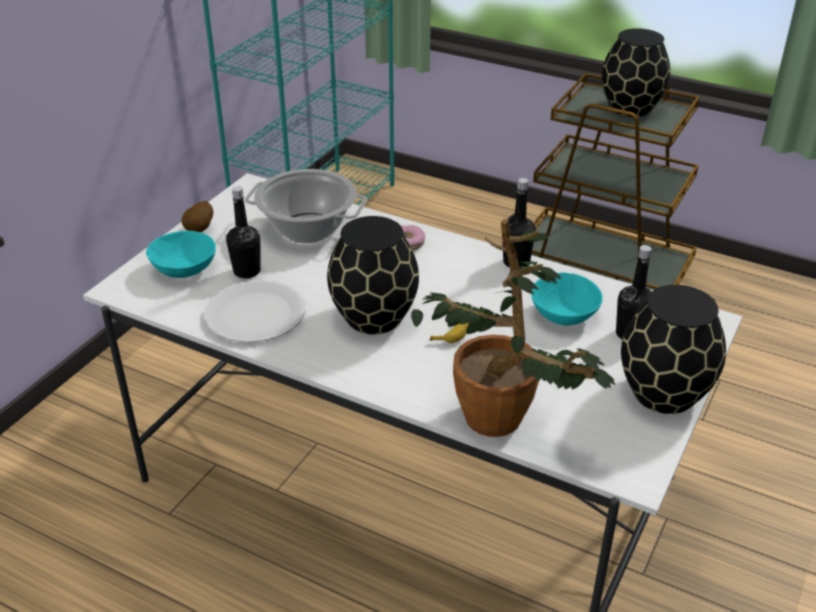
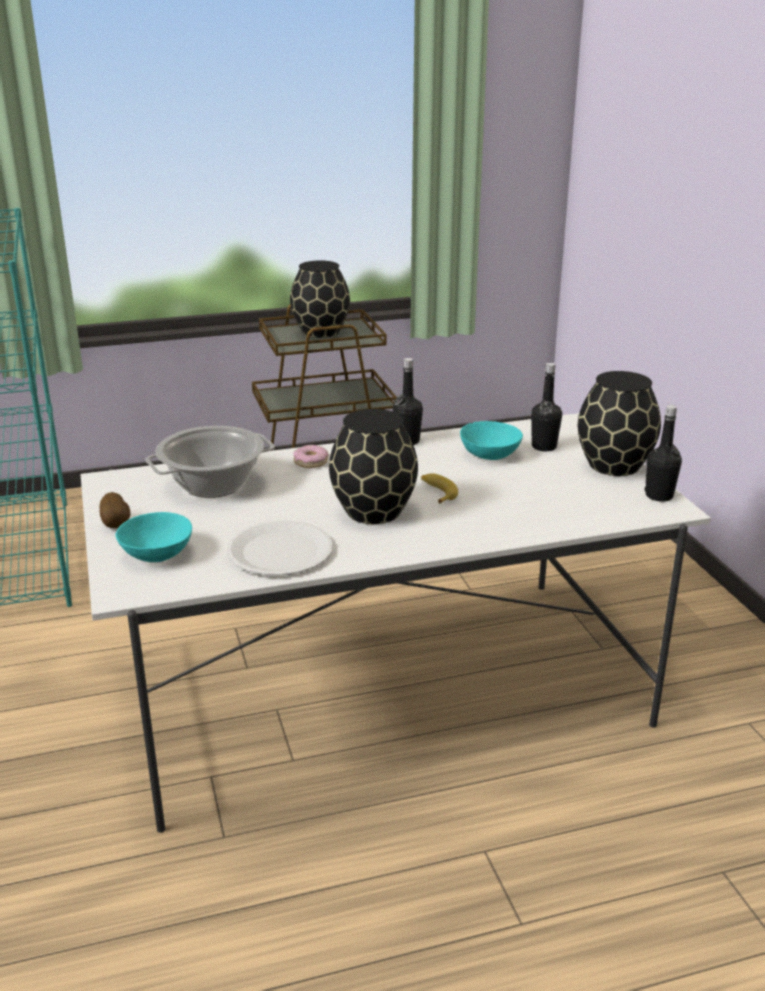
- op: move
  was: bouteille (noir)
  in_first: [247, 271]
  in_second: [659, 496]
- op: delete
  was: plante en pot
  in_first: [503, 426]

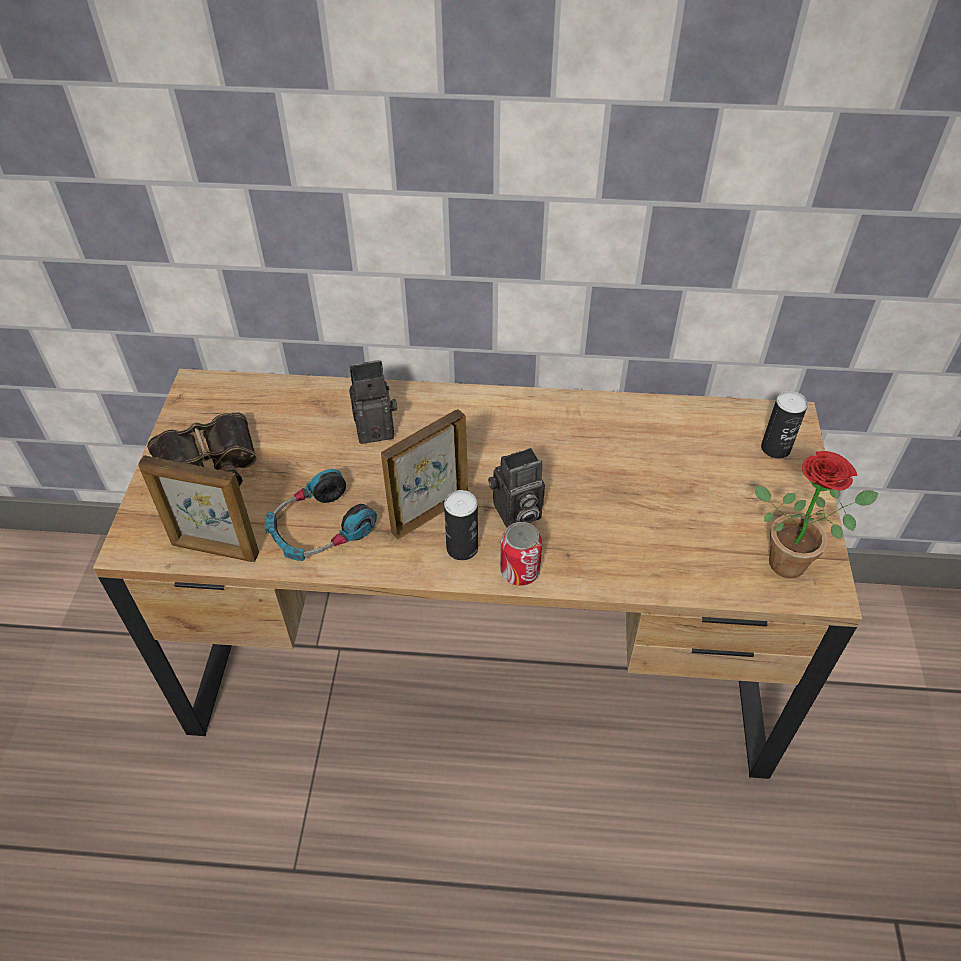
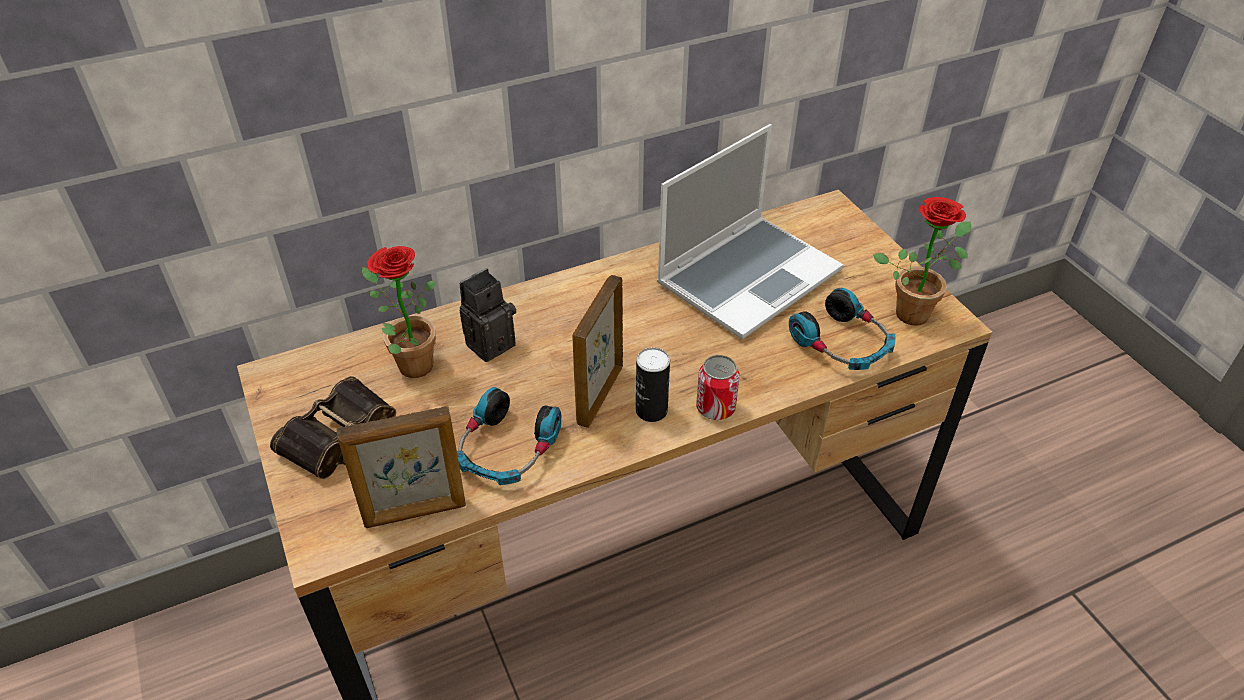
- op: insert
  now: plante en pot
  in_second: [409, 363]
- op: insert
  now: ordinateur portable
  in_second: [748, 276]
- op: insert
  now: casque audio
  in_second: [842, 344]
- op: delete
  was: appareil photo
  in_first: [516, 514]
- op: delete
  was: boîte métallique
  in_first: [775, 448]

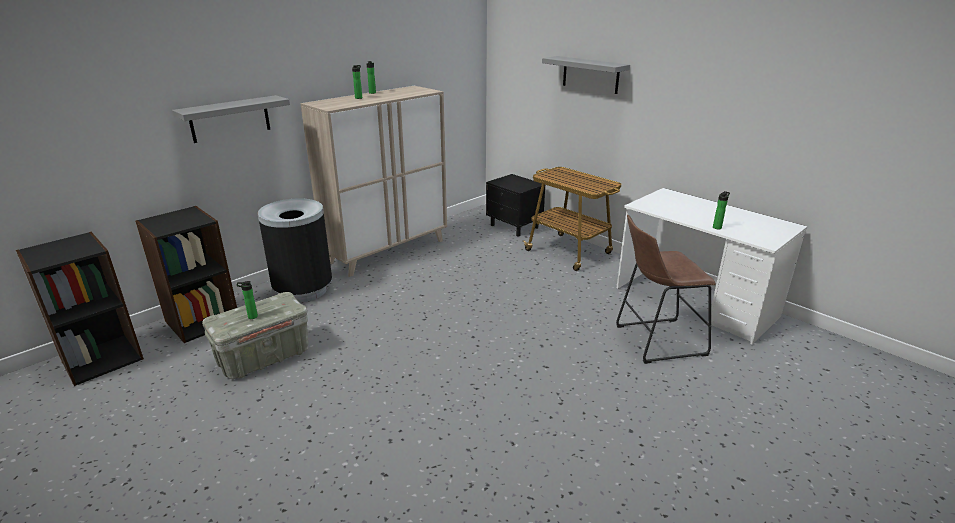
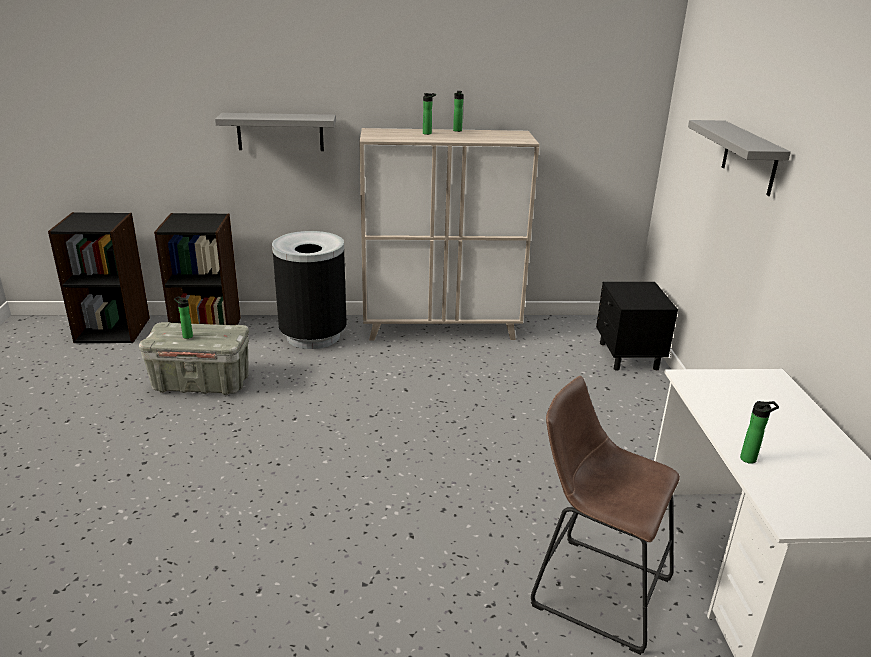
- op: delete
  was: chariot
  in_first: [569, 252]

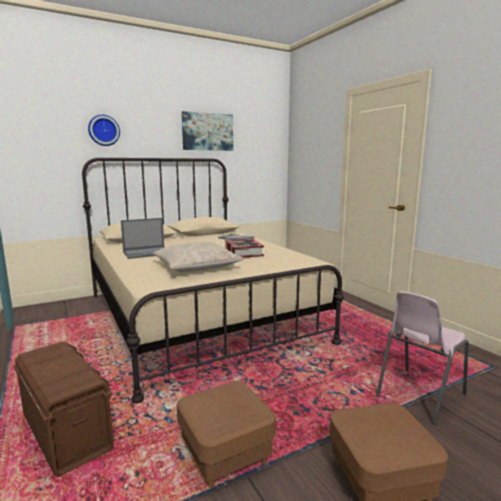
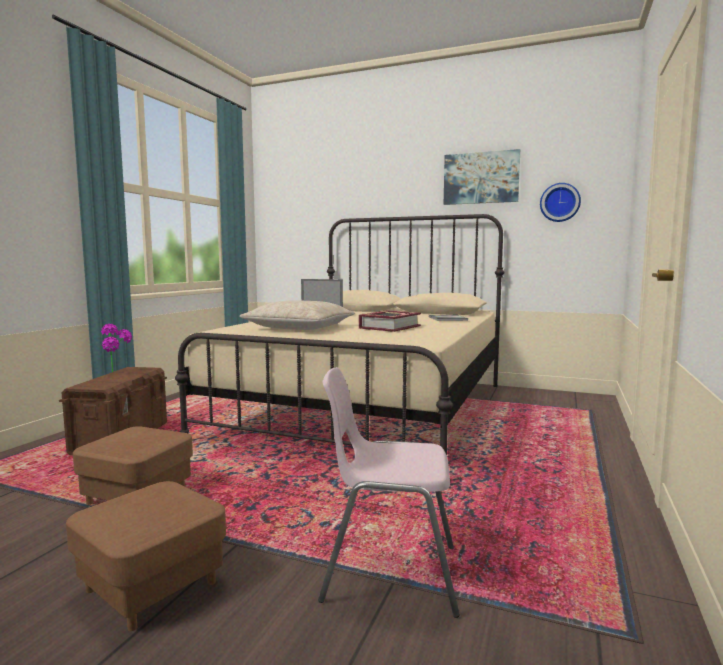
- op: insert
  now: plante en pot
  in_second: [118, 372]
- op: move
  was: horloge murale
  in_first: [104, 130]
  in_second: [560, 202]

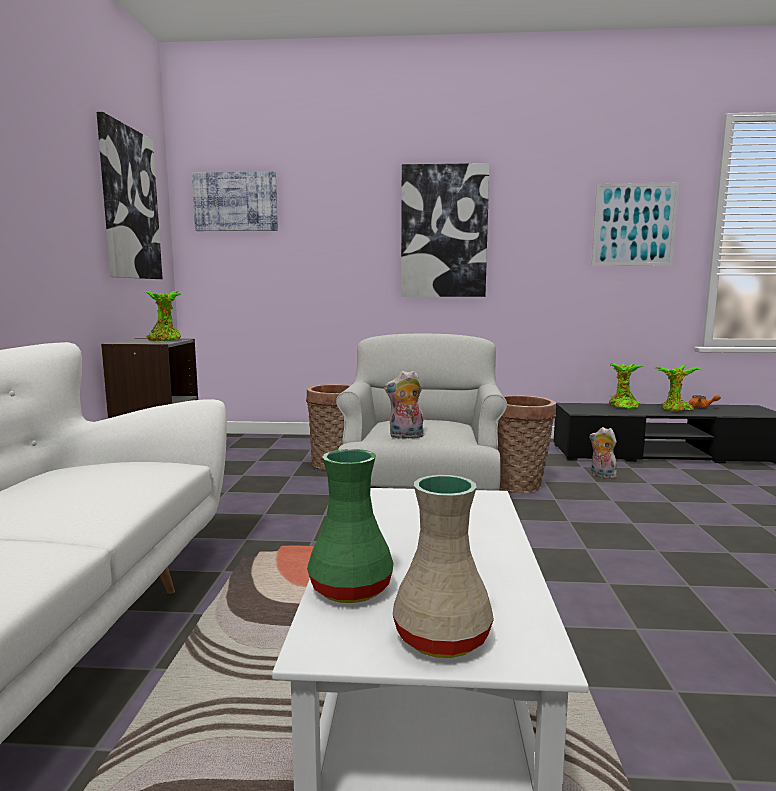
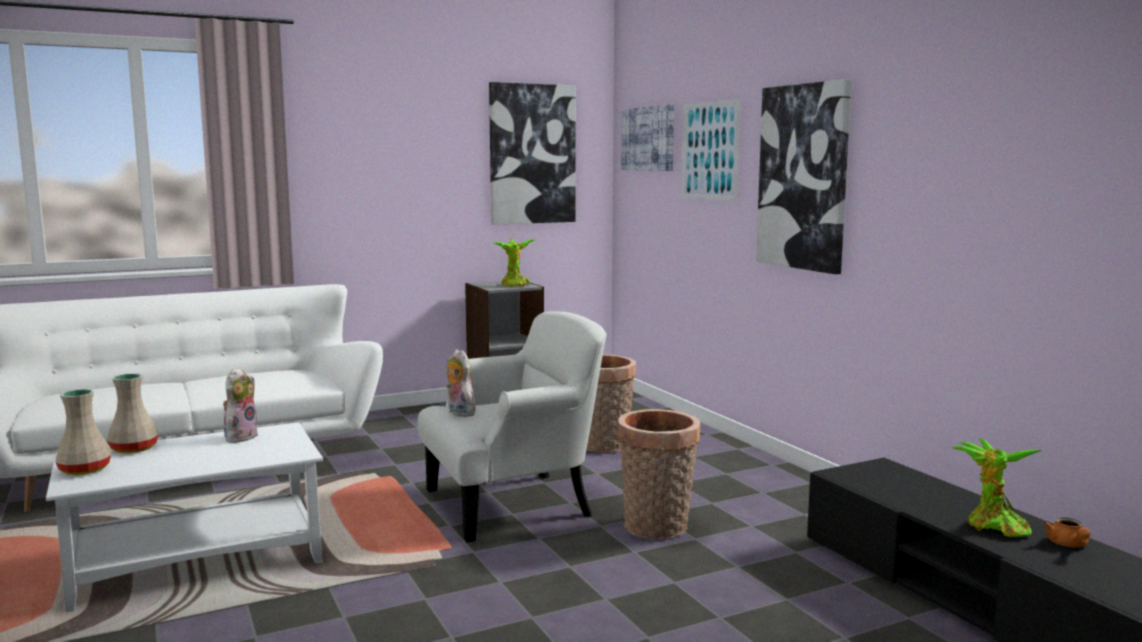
- op: recolor
  was: vase (vert)
  now: vase (beige)
  in_first: [349, 588]
  in_second: [134, 448]
- op: move
  was: peluche
  in_first: [601, 475]
  in_second: [240, 437]
- op: move
  was: tableau
  in_first: [634, 224]
  in_second: [709, 150]
- op: delete
  was: plante en pot
  in_first: [622, 406]

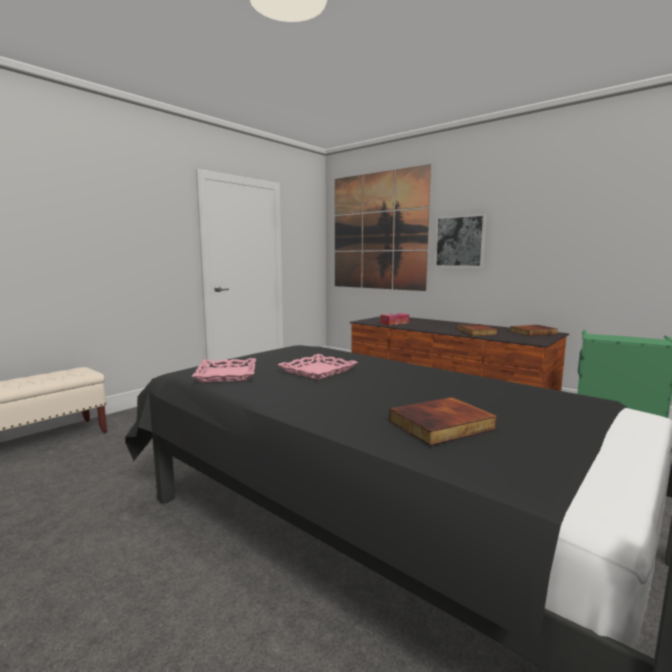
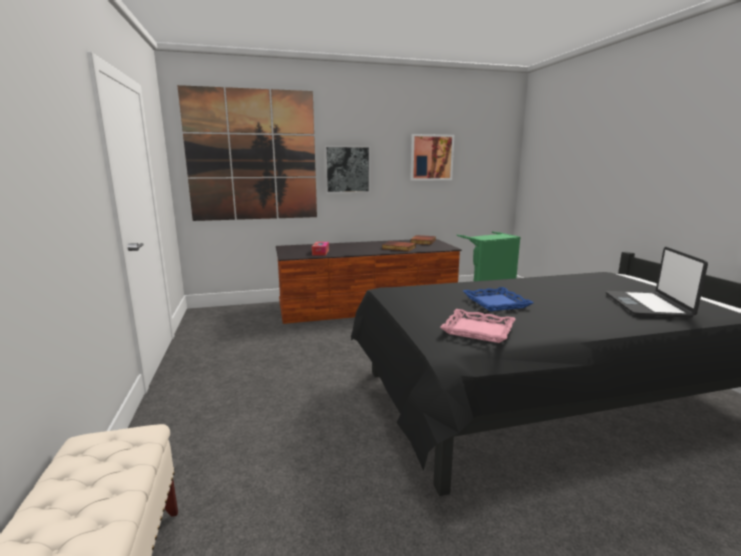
- op: insert
  now: tableau
  in_second: [431, 157]
- op: recolor
  was: plateau (rose)
  now: plateau (bleu)
  in_first: [318, 371]
  in_second: [496, 303]
- op: replace
  was: livre
  now: ordinateur portable
  in_first: [442, 426]
  in_second: [647, 305]

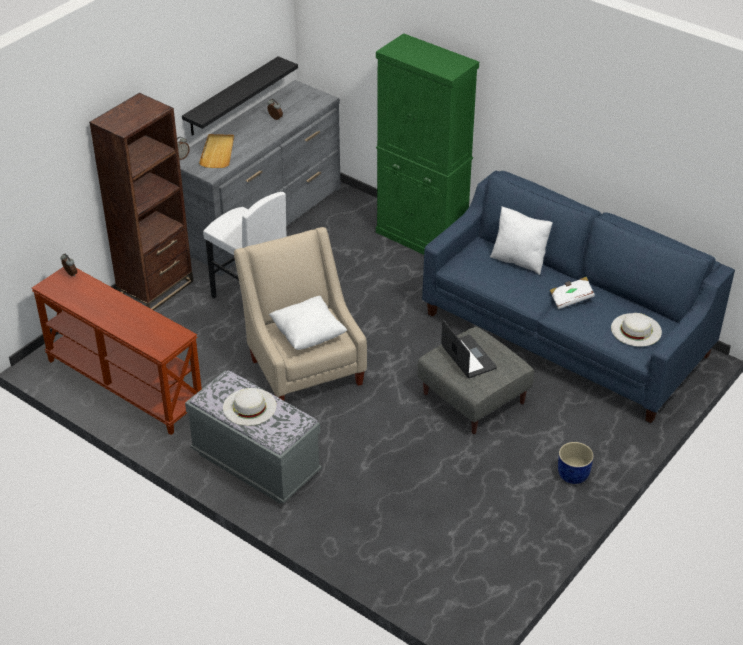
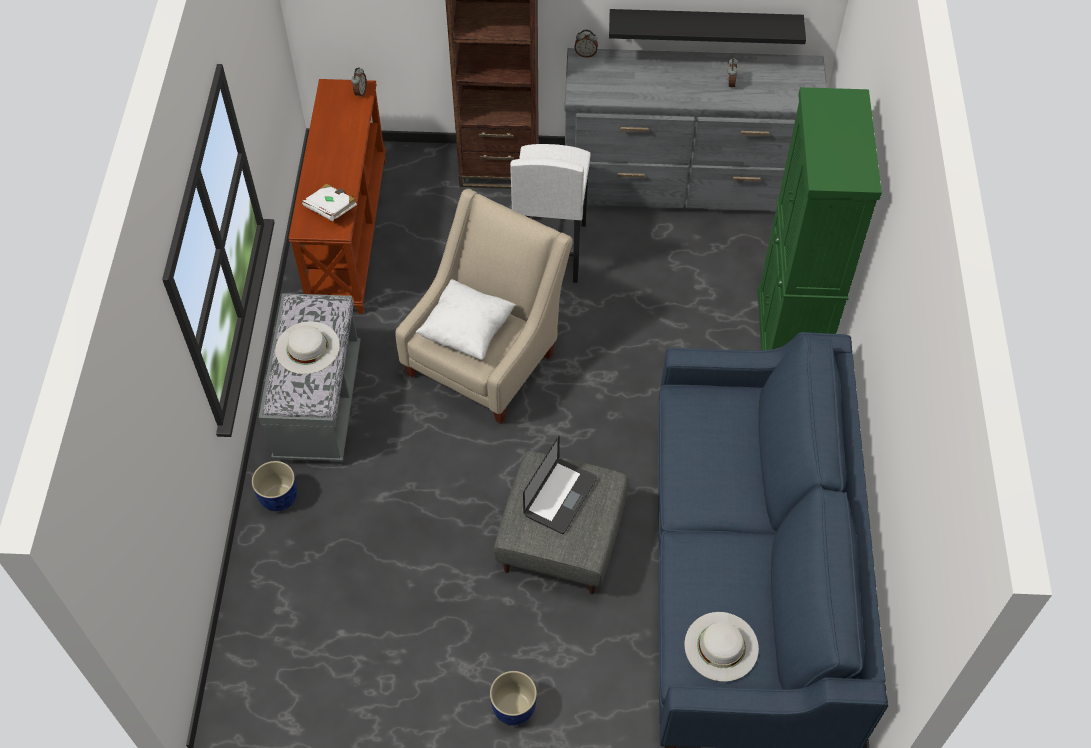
- op: insert
  now: cache-pot (bleu)
  in_second: [278, 496]
- op: move
  was: livre (blanc)
  in_first: [571, 299]
  in_second: [331, 209]
- op: delete
  was: plateau (beige)
  in_first: [218, 152]
- op: delete
  was: coussin (blanc)
  in_first: [519, 260]

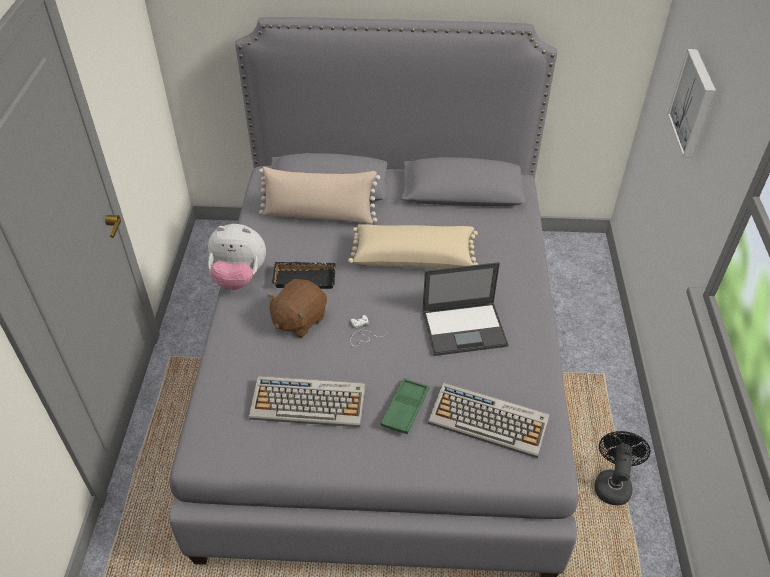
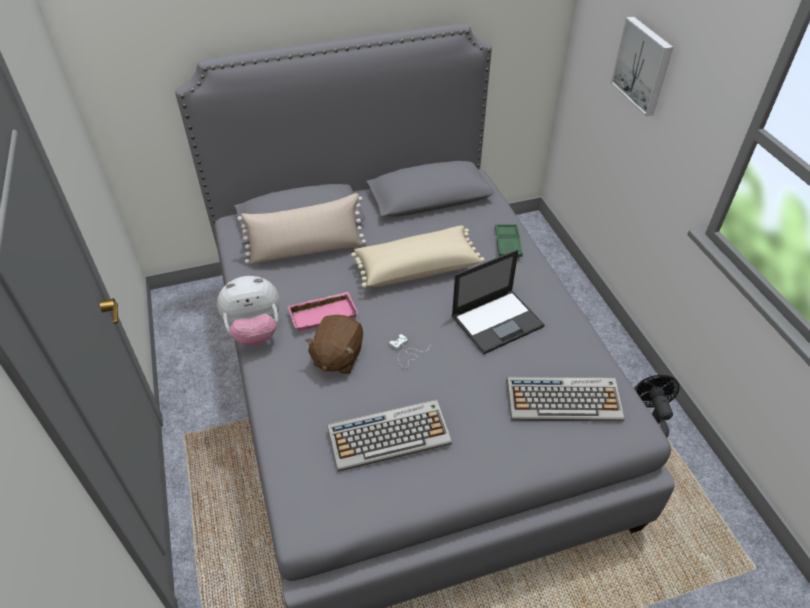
- op: recolor
  was: plateau (noir)
  now: plateau (rose)
  in_first: [305, 277]
  in_second: [323, 313]
- op: move
  was: plateau (vert)
  in_first: [405, 409]
  in_second: [507, 243]

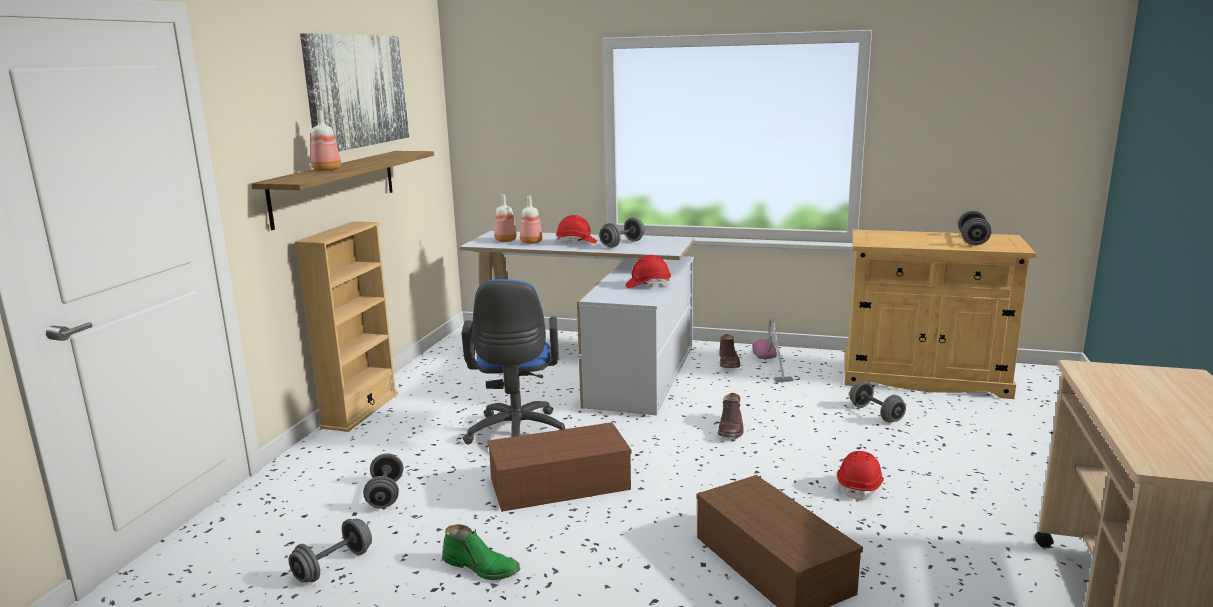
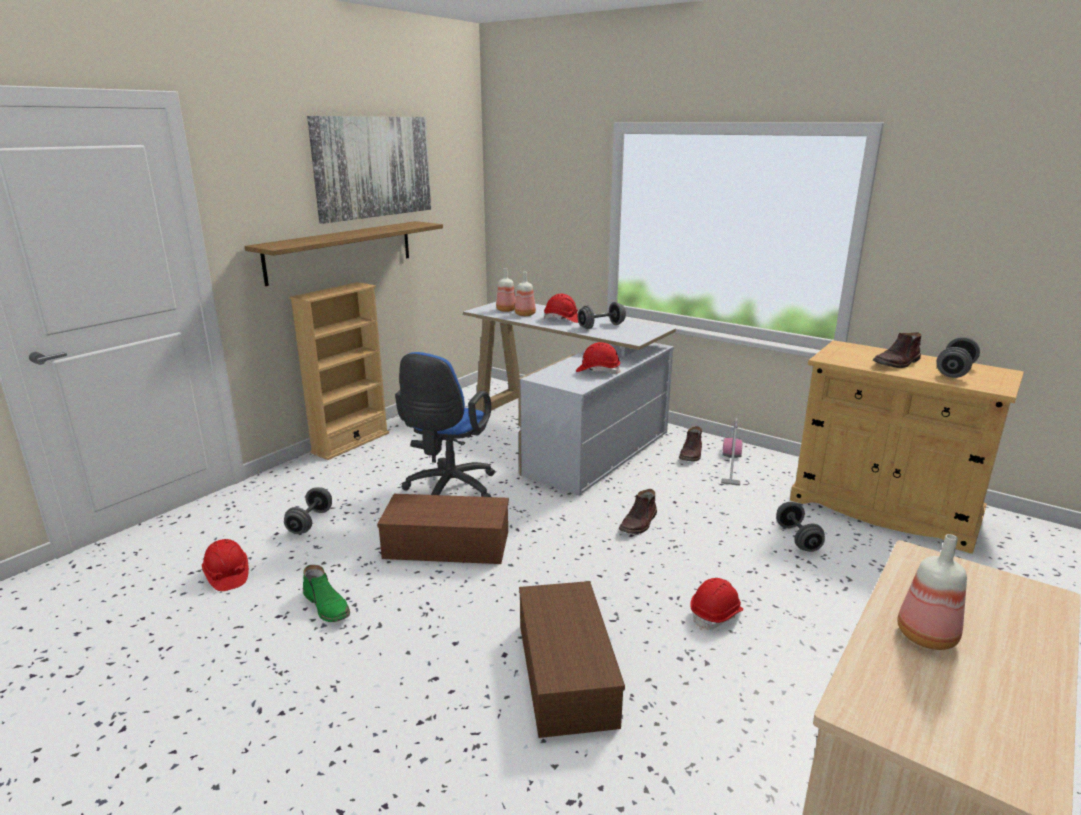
- op: replace
  was: haltère (gris)
  now: casque de chantier (rouge)
  in_first: [333, 566]
  in_second: [227, 575]
- op: insert
  now: botte (marron)
  in_second: [897, 363]
- op: move
  was: bouteille
  in_first: [326, 170]
  in_second: [925, 635]

